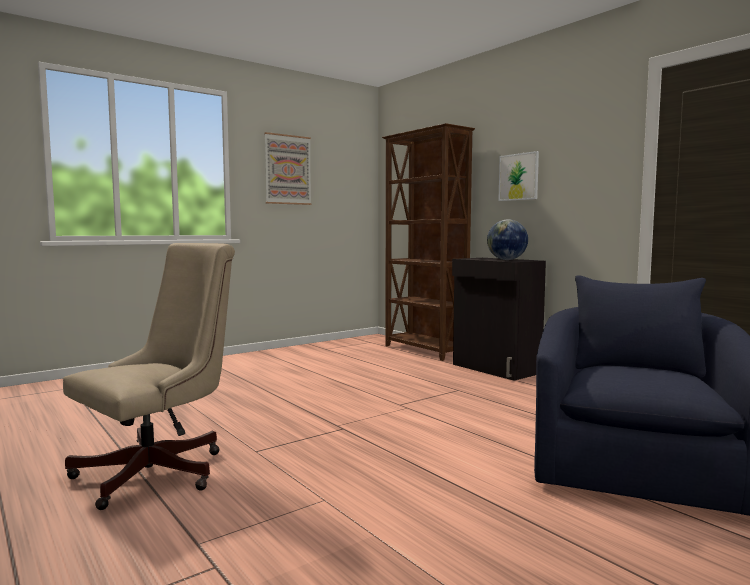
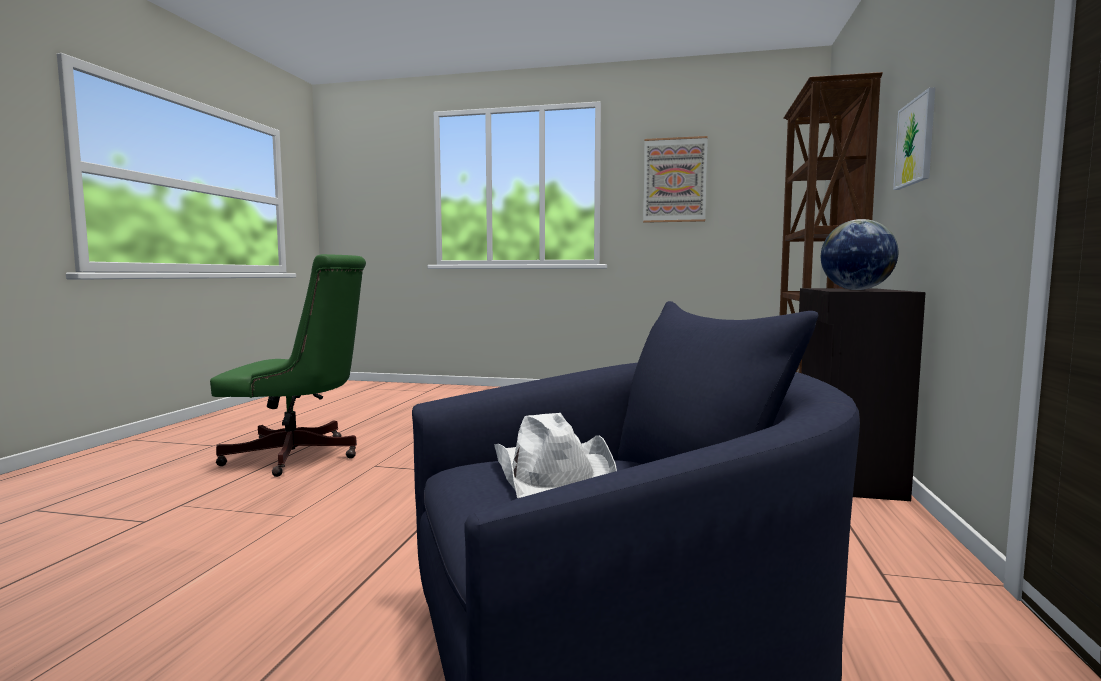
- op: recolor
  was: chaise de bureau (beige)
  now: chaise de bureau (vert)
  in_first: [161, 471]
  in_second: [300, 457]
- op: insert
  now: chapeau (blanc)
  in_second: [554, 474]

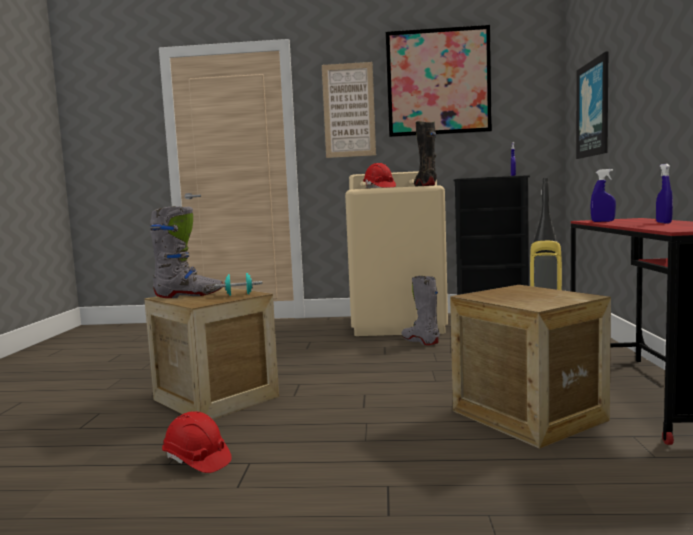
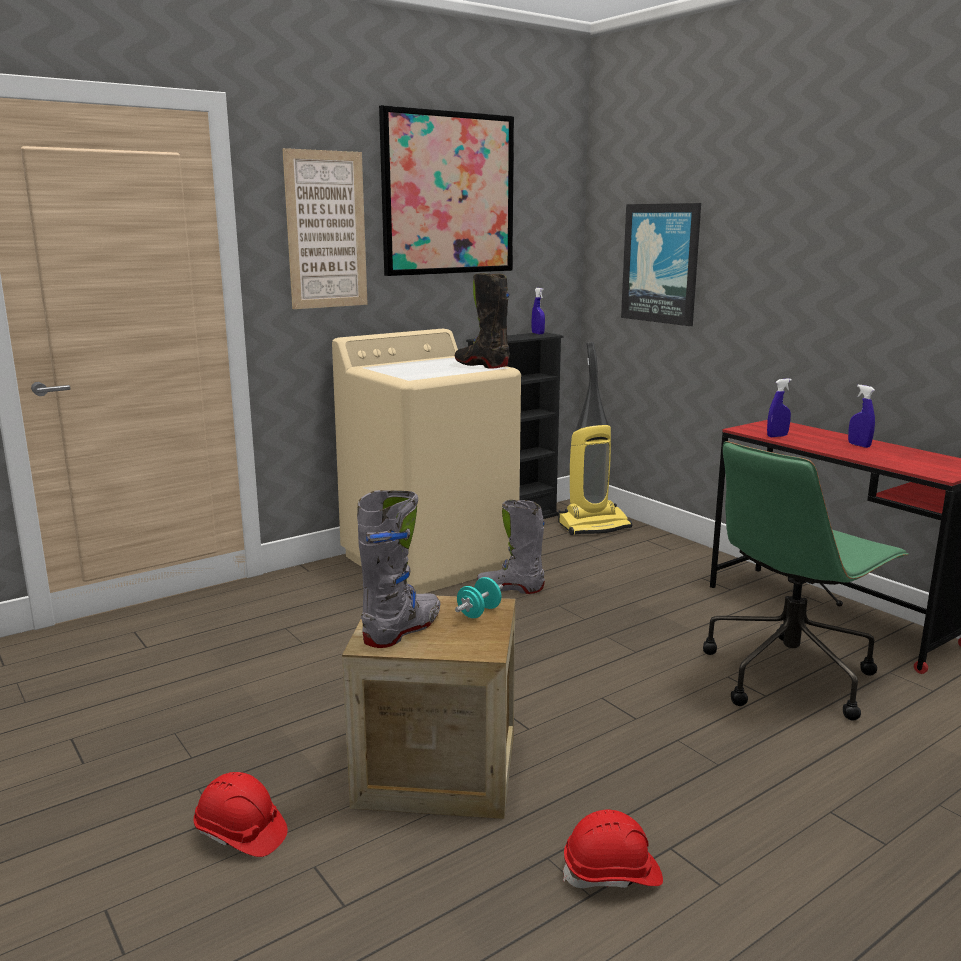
- op: move
  was: casque de chantier (rouge)
  in_first: [379, 188]
  in_second: [240, 834]
- op: replace
  was: caisse
  now: chaise de bureau (vert)
  in_first: [528, 415]
  in_second: [789, 674]

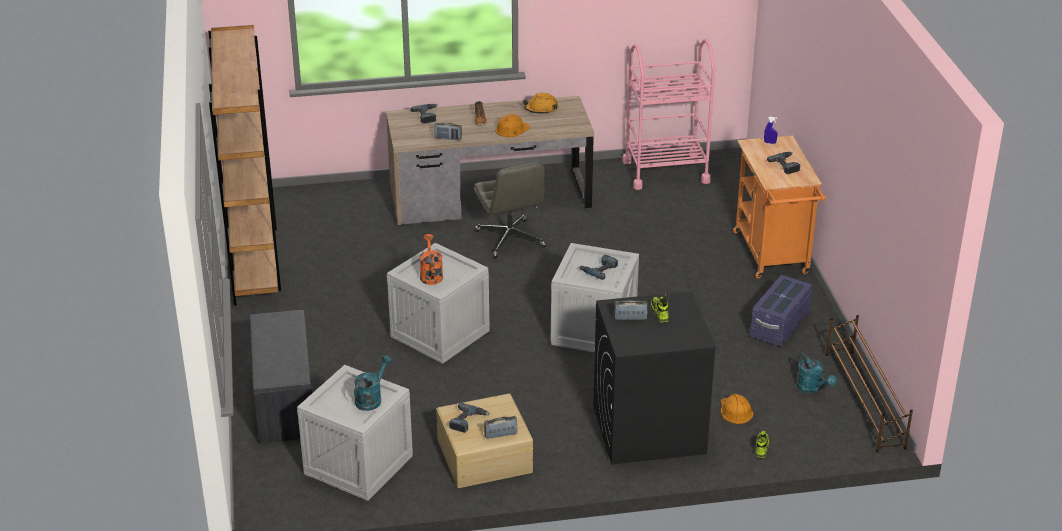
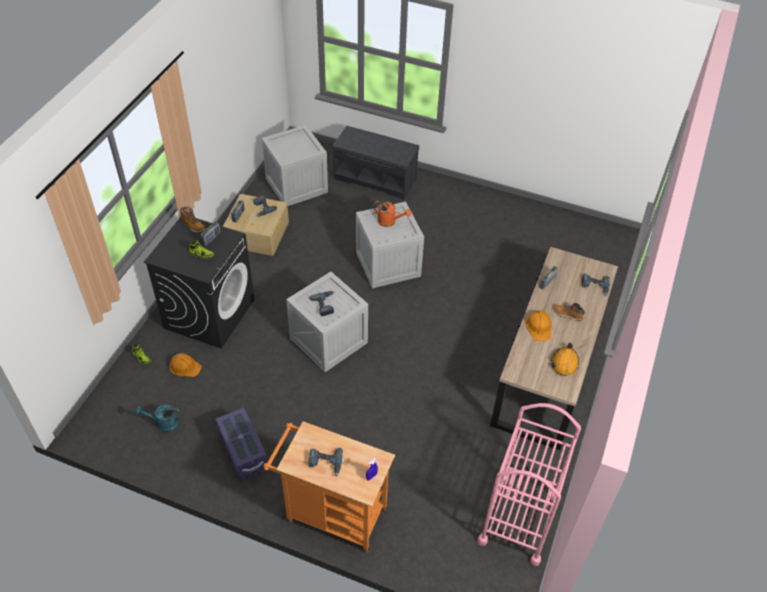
- op: insert
  now: botte
  in_second: [193, 225]
- op: delete
  was: bibliothèque (marron)
  in_first: [255, 261]
- op: delete
  was: arrosoir (turquoise)
  in_first: [371, 399]
- op: delete
  was: chaise de bureau (gris)
  in_first: [510, 239]
- op: delete
  was: étagère à chaussures (marron)
  in_first: [864, 400]

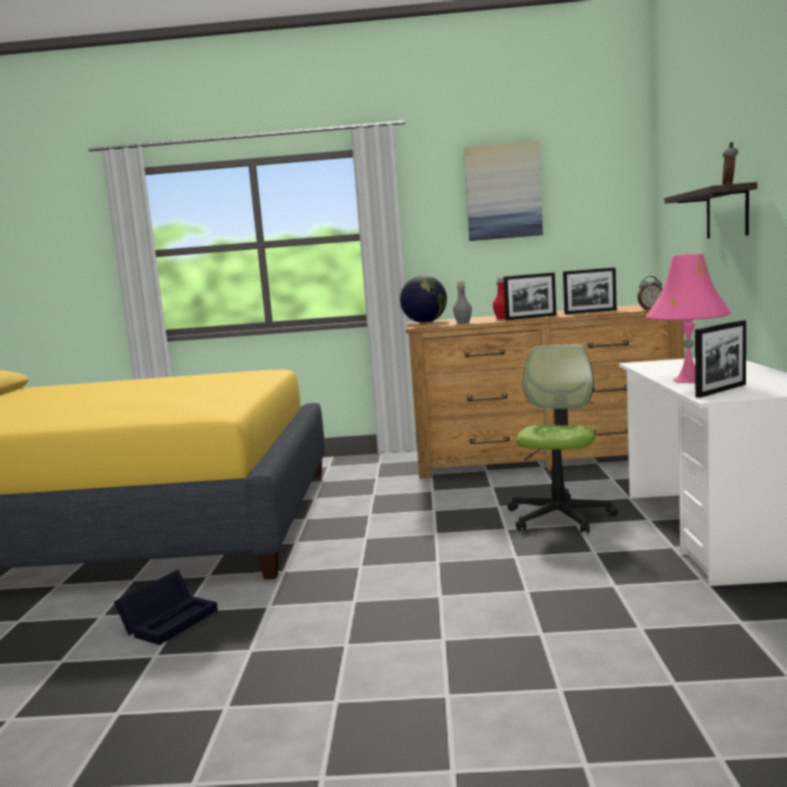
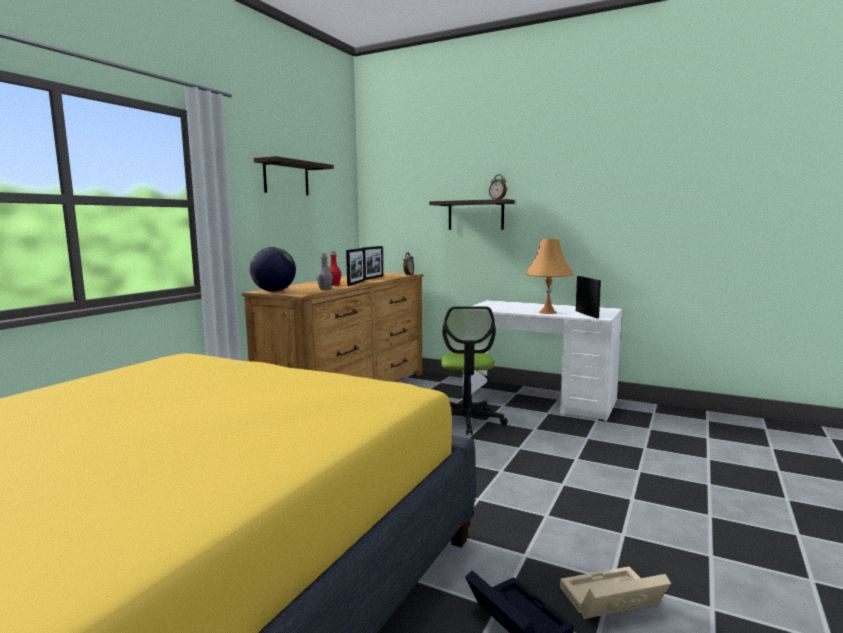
- op: replace
  was: tableau
  now: étagère
  in_first: [503, 191]
  in_second: [286, 178]
- op: rotate
  was: chaise de bureau
  in_first: [559, 517]
  in_second: [467, 420]
  clockwise: -135
- op: recolor
  was: lampe de table (rose)
  now: lampe de table (orange)
  in_first: [688, 380]
  in_second: [547, 312]
- op: insert
  now: boîte de rangement (beige)
  in_second: [610, 602]

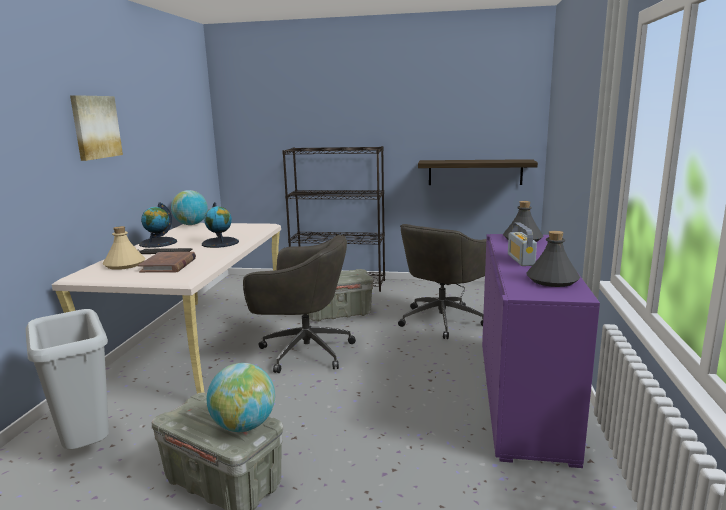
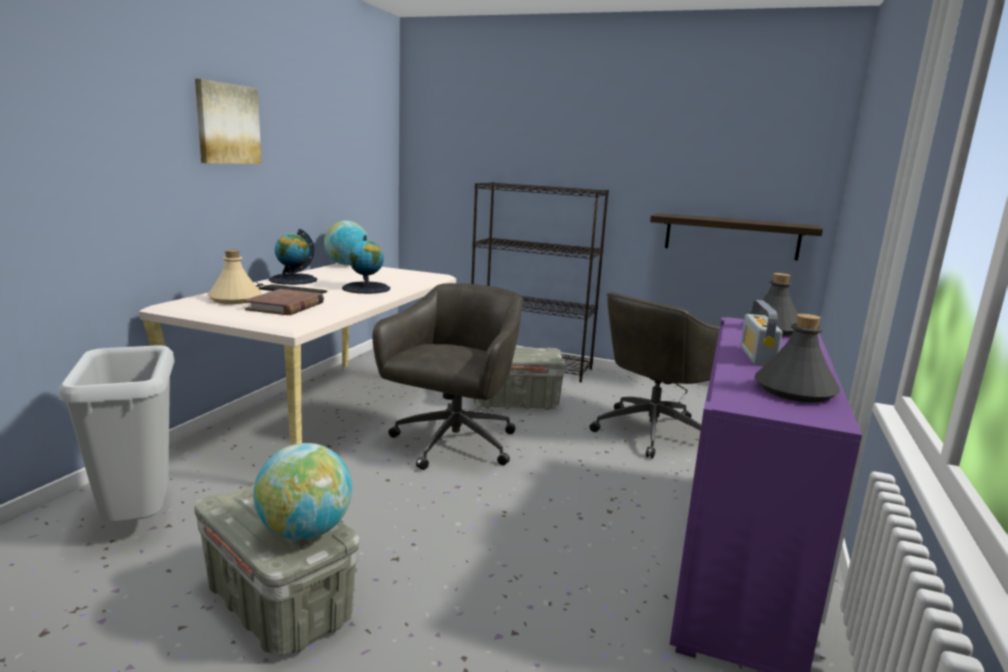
- op: rotate
  was: chaise de bureau (gris)
  in_first: [303, 351]
  in_second: [452, 444]
  clockwise: -90

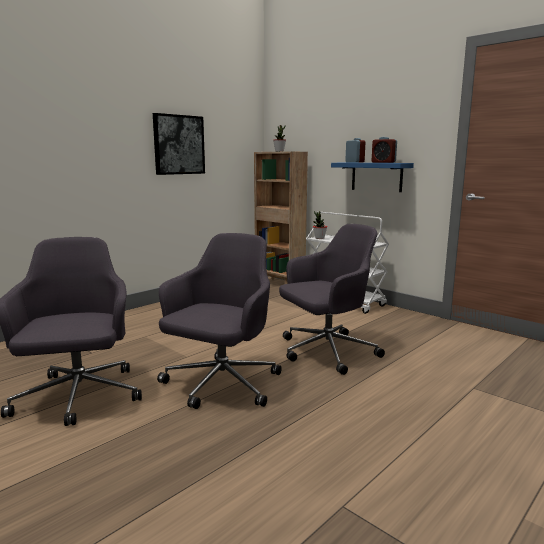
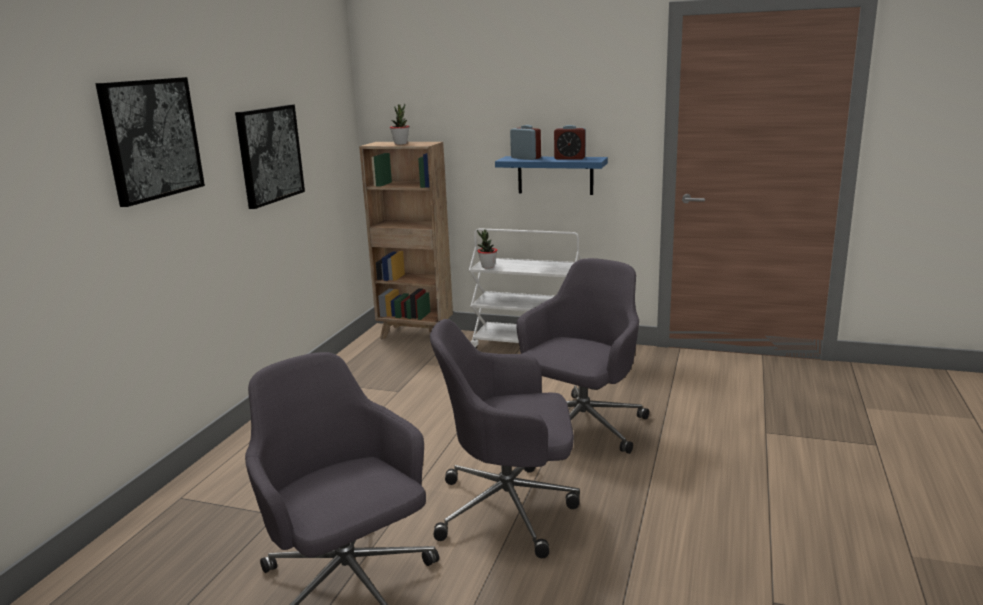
- op: insert
  now: tableau
  in_second: [151, 139]
- op: rotate
  was: chaise de bureau (gris)
  in_first: [221, 385]
  in_second: [509, 508]
  clockwise: -90

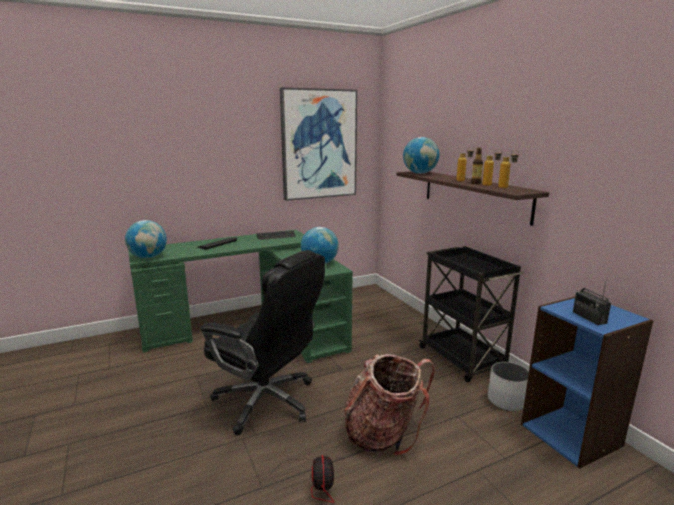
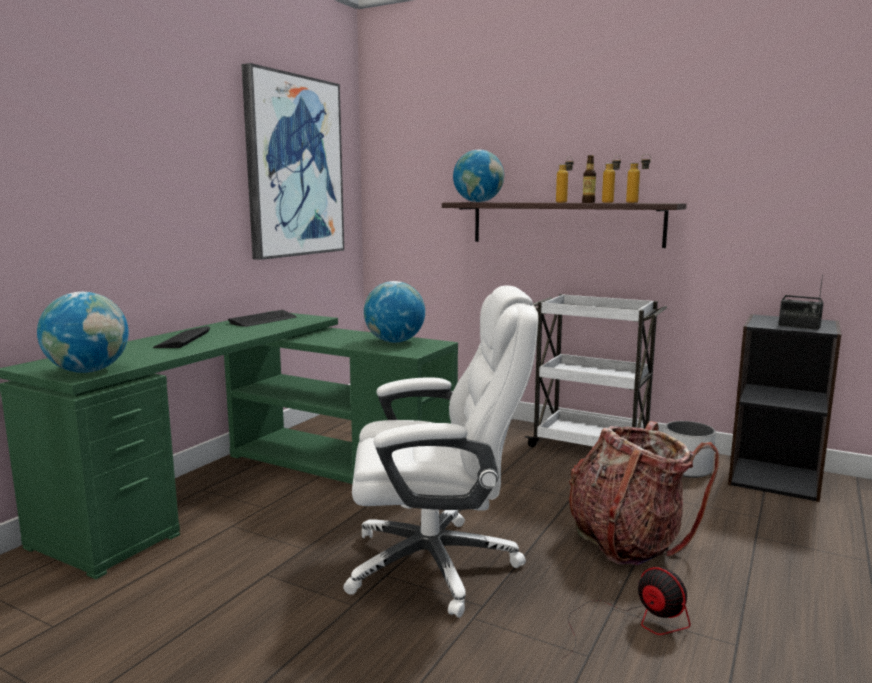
- op: recolor
  was: chaise de bureau (noir)
  now: chaise de bureau (blanc)
  in_first: [267, 401]
  in_second: [436, 564]
- op: recolor
  was: chariot (noir)
  now: chariot (blanc)
  in_first: [462, 359]
  in_second: [591, 446]
- op: recolor
  was: bibliothèque (bleu)
  now: bibliothèque (noir)
  in_first: [571, 434]
  in_second: [774, 478]

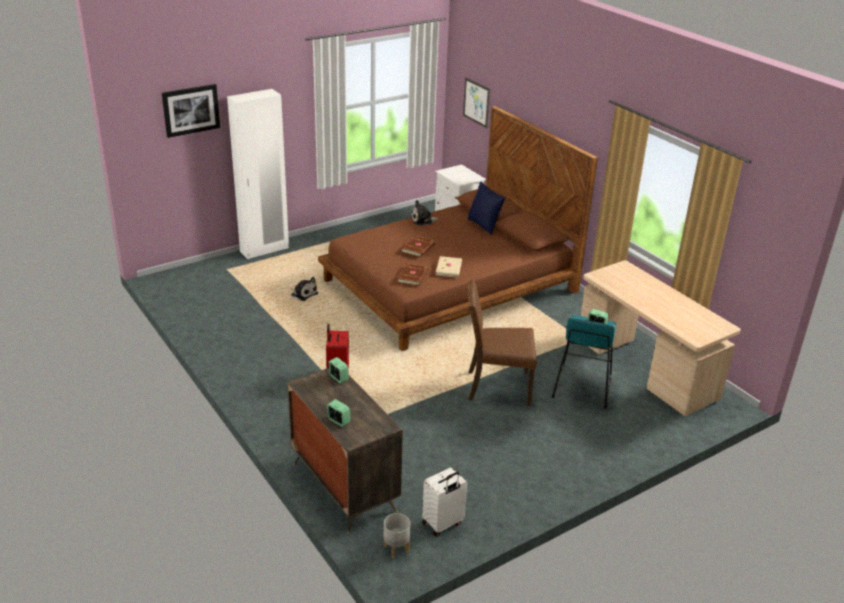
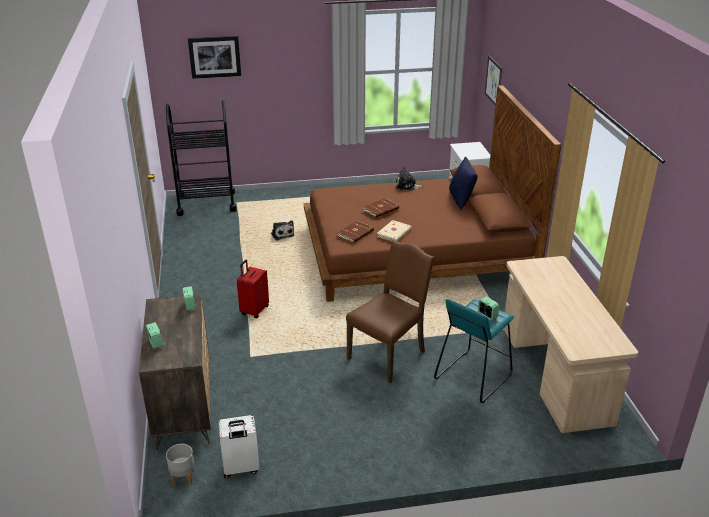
- op: insert
  now: chariot (noir)
  in_second: [206, 203]
- op: rotate
  was: chaise (marron)
  in_first: [496, 387]
  in_second: [388, 355]
  clockwise: 105
- op: delete
  was: armoire (blanc)
  in_first: [264, 250]

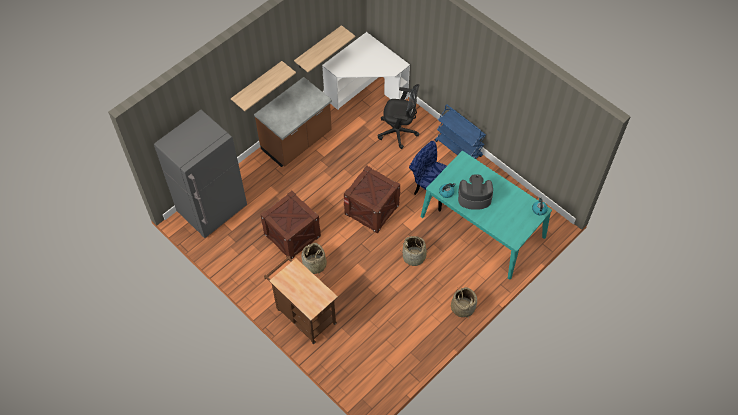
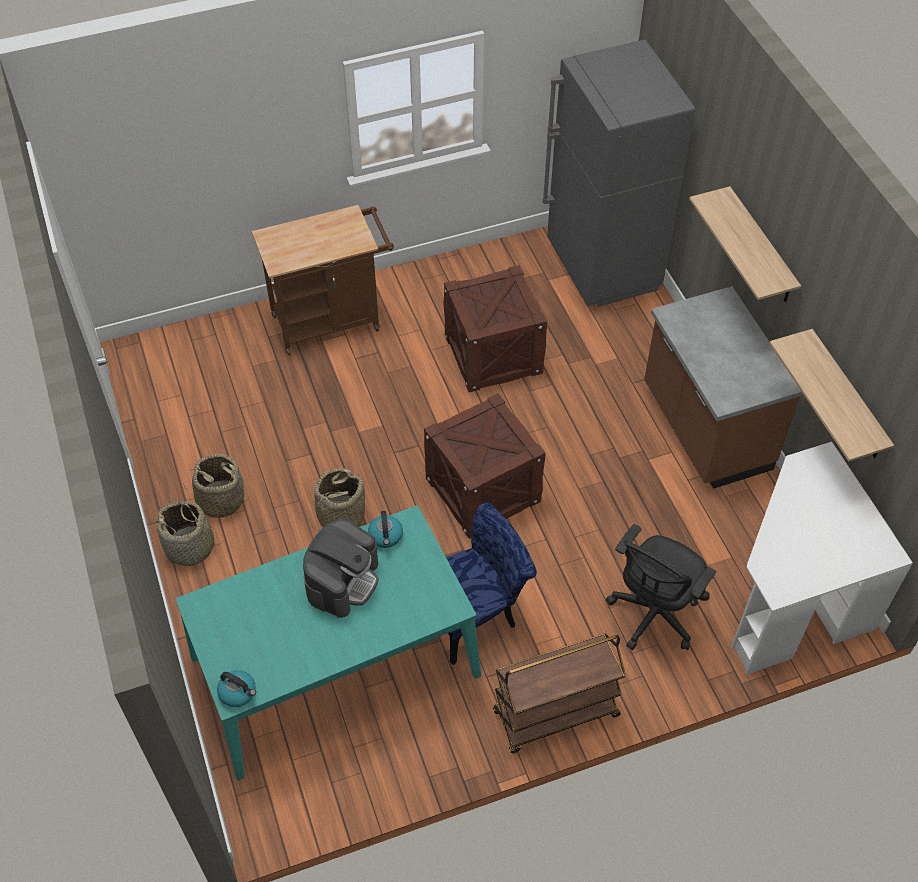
- op: move
  was: panier
  in_first: [314, 265]
  in_second: [220, 500]
- op: recolor
  was: chariot (bleu)
  now: chariot (marron)
  in_first: [458, 149]
  in_second: [555, 715]

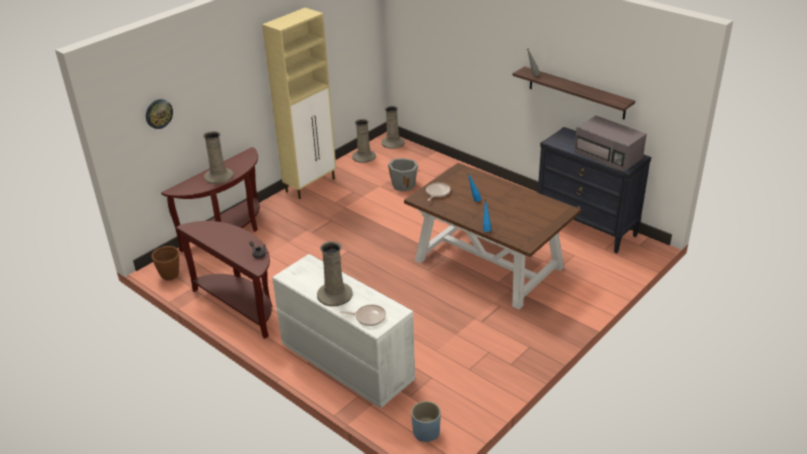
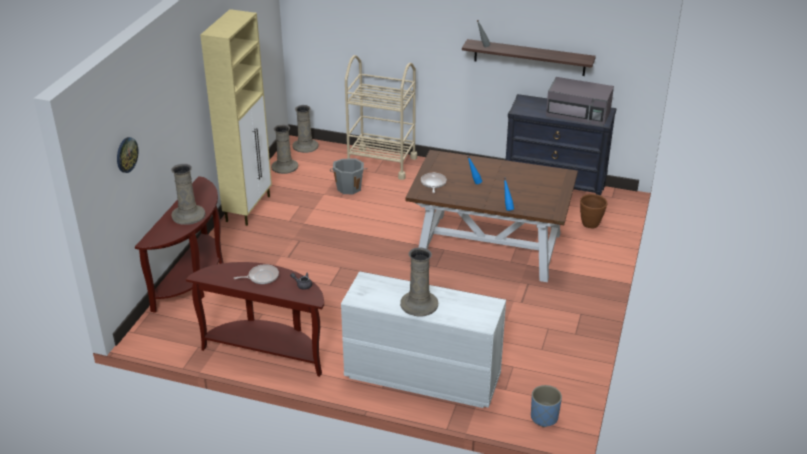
- op: move
  was: poêle
  in_first: [368, 317]
  in_second: [261, 277]
- op: insert
  now: chariot (beige)
  in_second: [381, 163]
- op: move
  was: cache-pot (marron)
  in_first: [170, 276]
  in_second: [590, 224]

